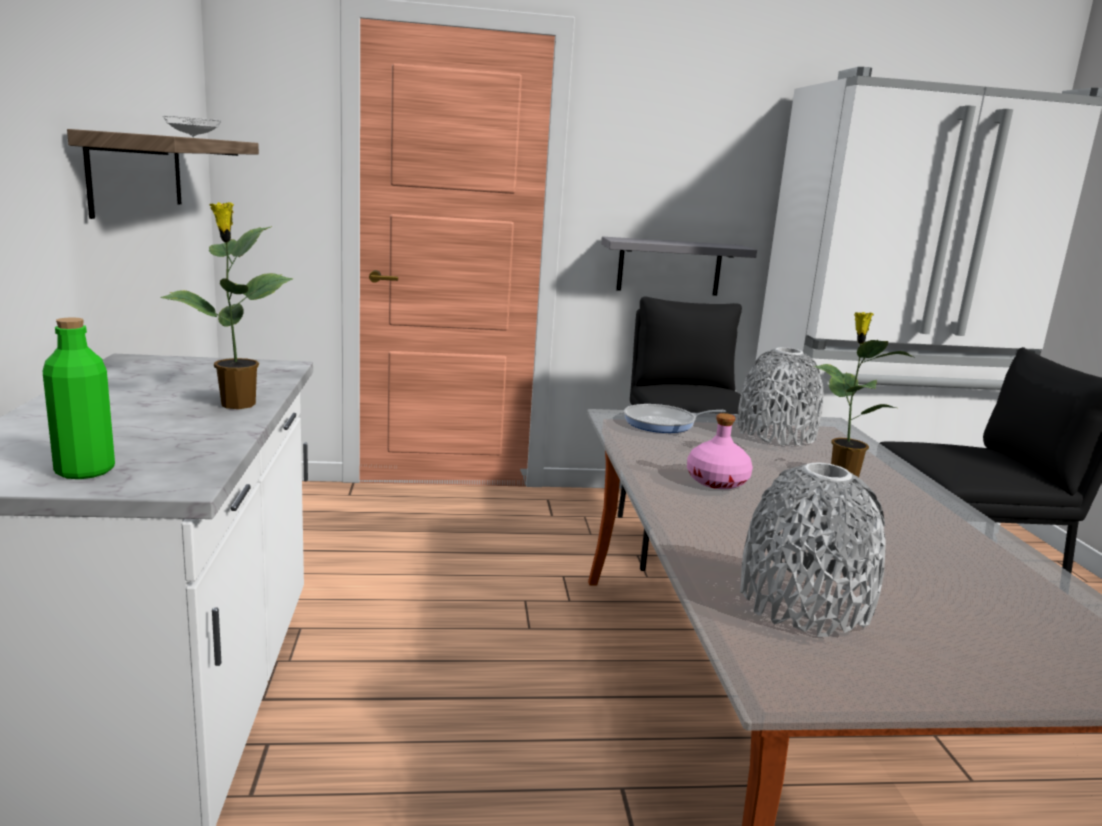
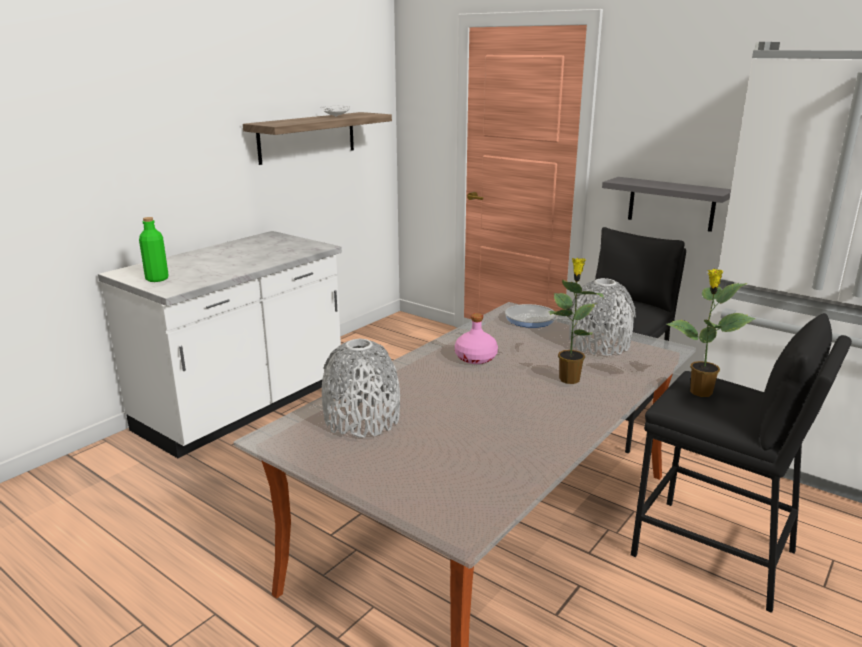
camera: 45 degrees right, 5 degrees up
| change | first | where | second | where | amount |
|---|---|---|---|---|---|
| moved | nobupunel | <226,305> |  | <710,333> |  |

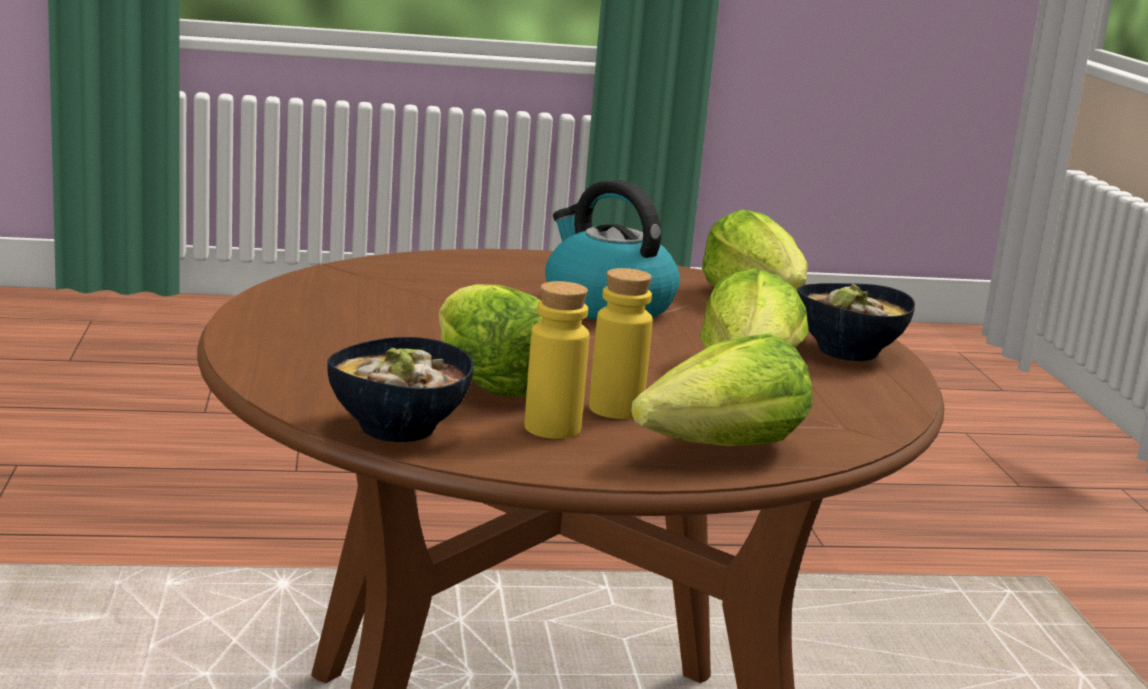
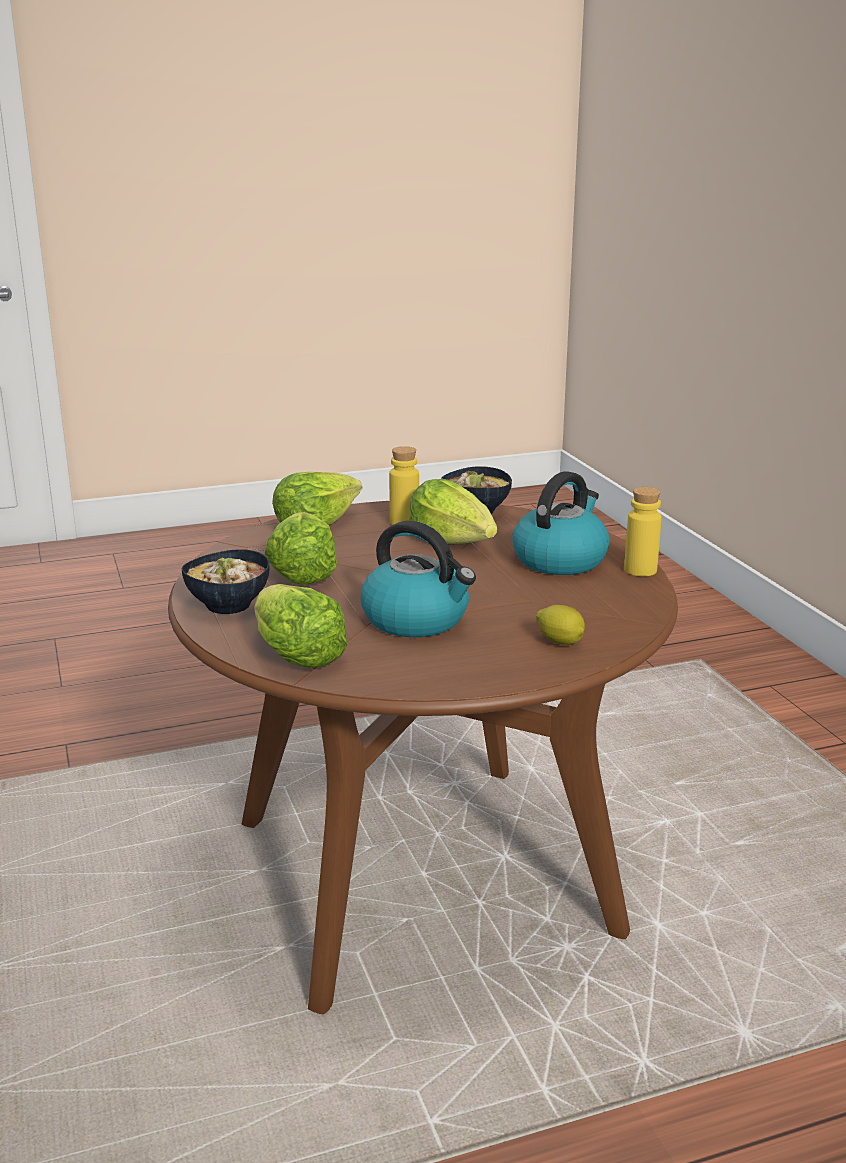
camera: 170 degrees right, 5 degrees up
| change | first | where | second | where | amount |
|---|---|---|---|---|---|
| moved | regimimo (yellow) | <621,343> |  | <643,531> |  |
| added |  |  | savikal | <561,523> |  |
| added |  |  | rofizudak | <560,625> |  |

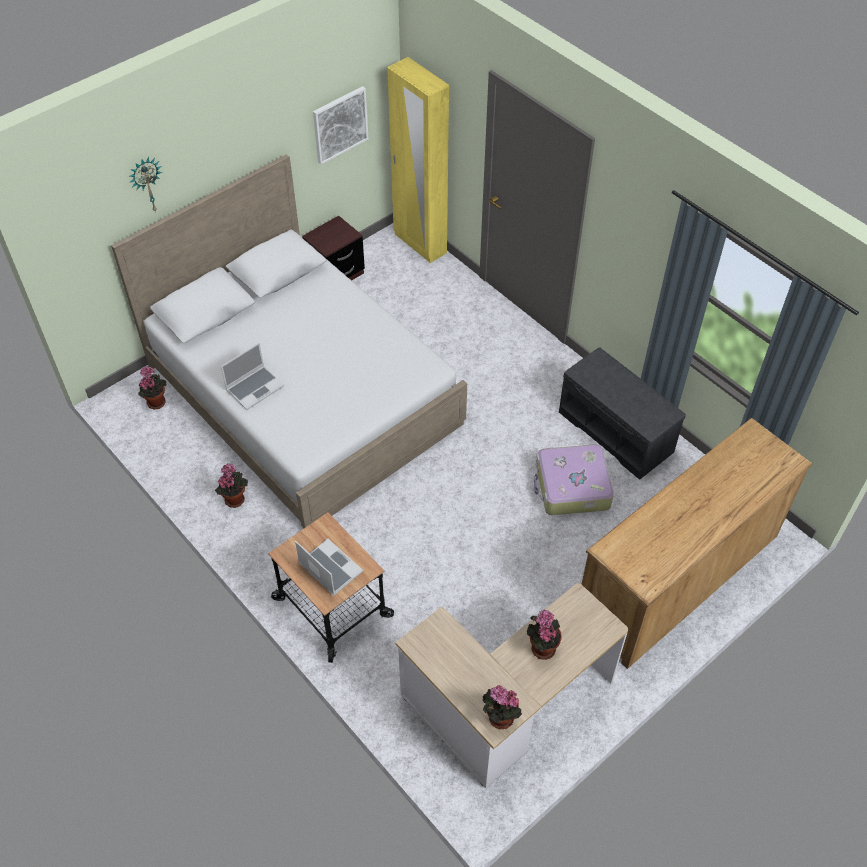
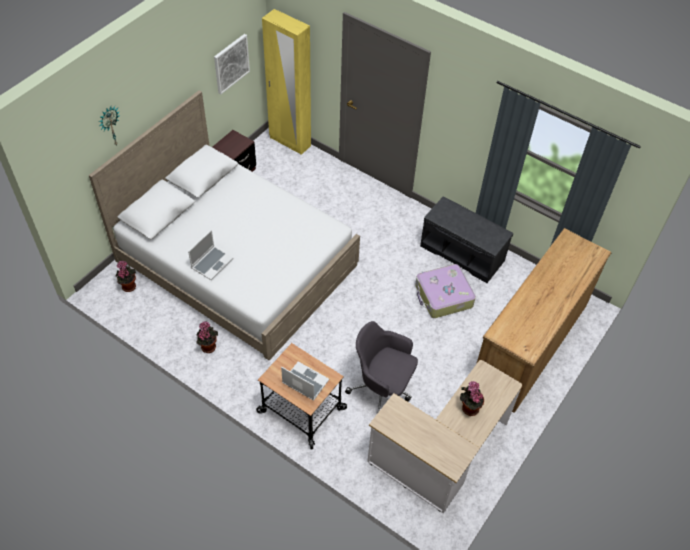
camera: 15 degrees left, 0 degrees up
| change | first | where | second | where | amount |
|---|---|---|---|---|---|
| removed | nobupunel | <502,707> |  |  |  |
| added |  |  | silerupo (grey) | <381,366> |  |

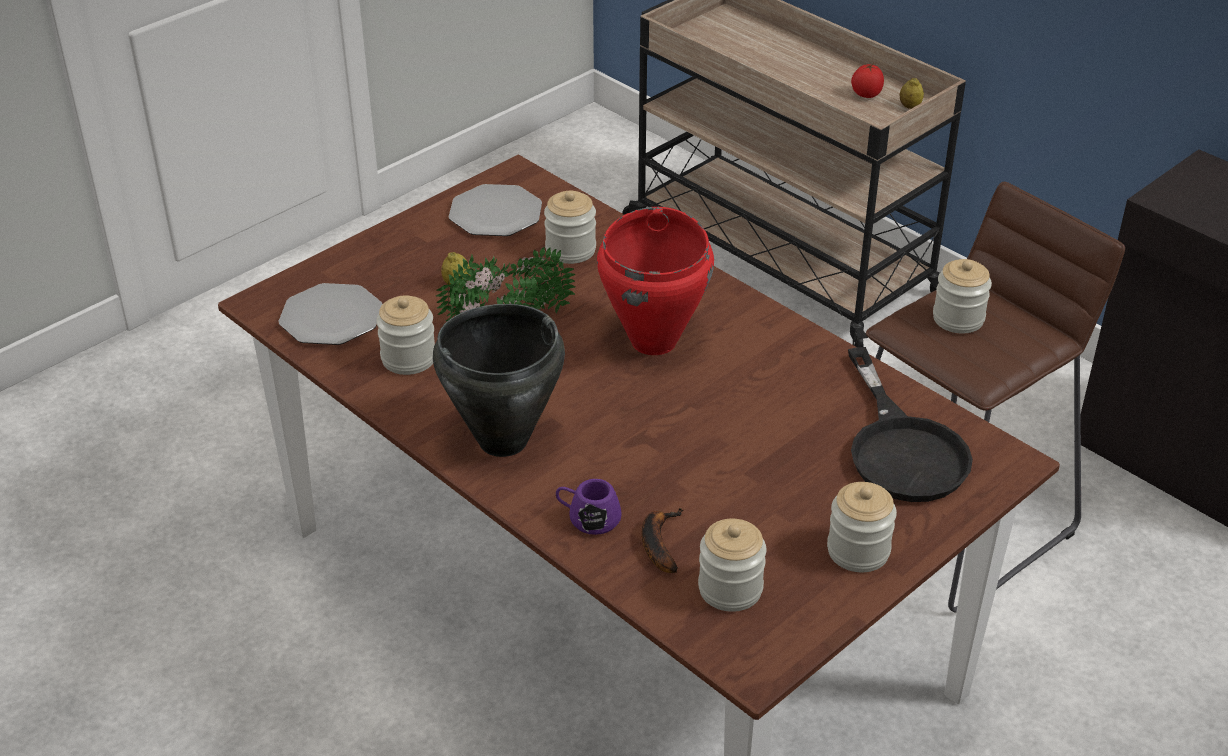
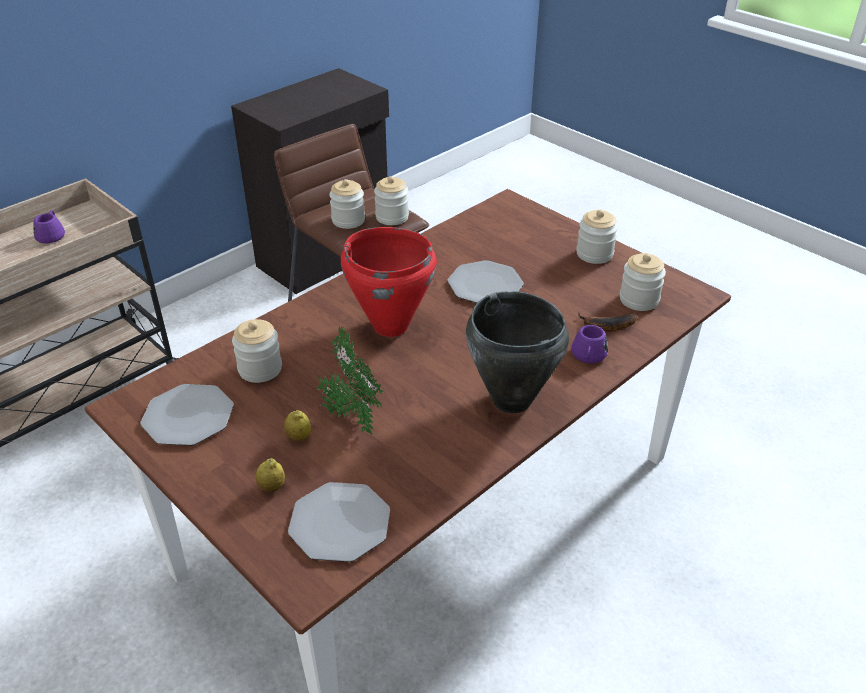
camera: 90 degrees left, 0 degrees up
| change | first | where | second | where | amount |
|---|---|---|---|---|---|
| moved | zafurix | <405,335> |  | <391,200> |  |
| removed | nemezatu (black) | <910,424> |  |  |  |
| replaced | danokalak | <867,81> | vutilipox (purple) | <49,226> |  |
| moved | rofizudak | <912,93> |  | <270,475> |  |
| added |  |  | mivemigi | <486,281> |  |

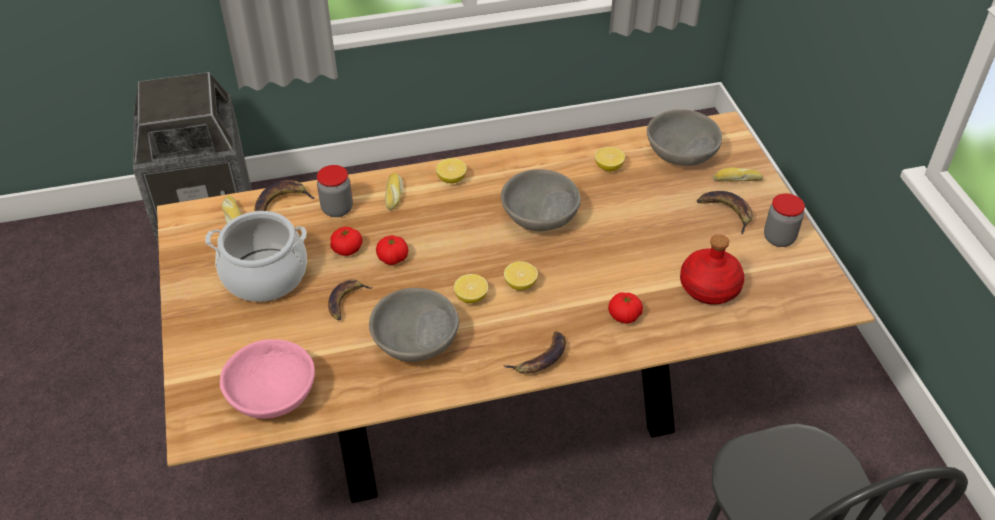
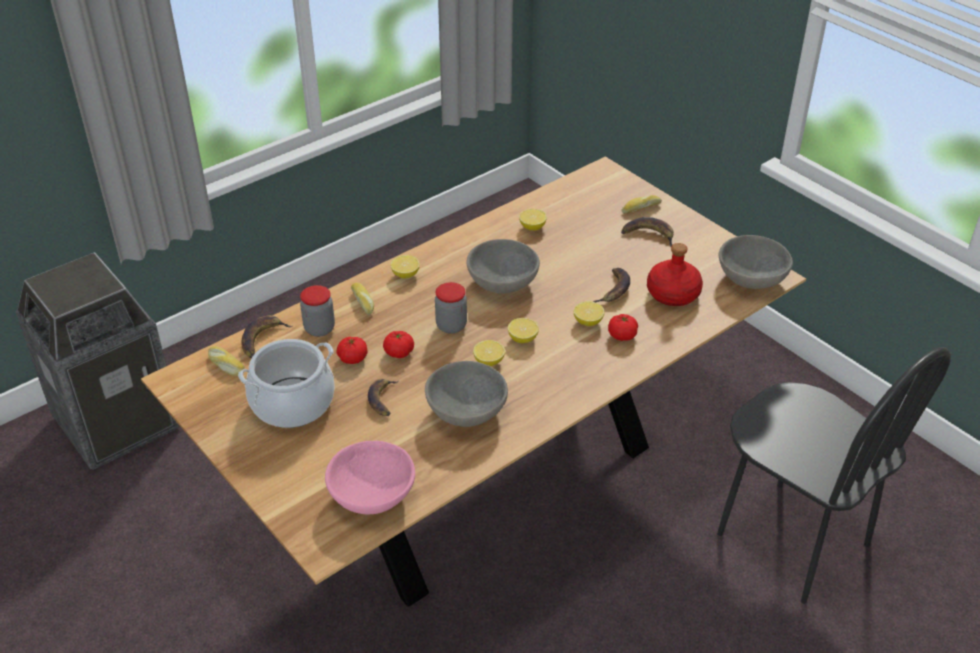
camera: 25 degrees left, 5 degrees down
| change | first | where | second | where | amount |
|---|---|---|---|---|---|
| moved | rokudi | <534,352> |  | <611,285> |  |
| moved | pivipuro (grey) | <684,137> |  | <756,262> |  |
| moved | zafurix | <784,220> |  | <451,308> |  |
| added |  |  | rofizudak | <589,313> |  |

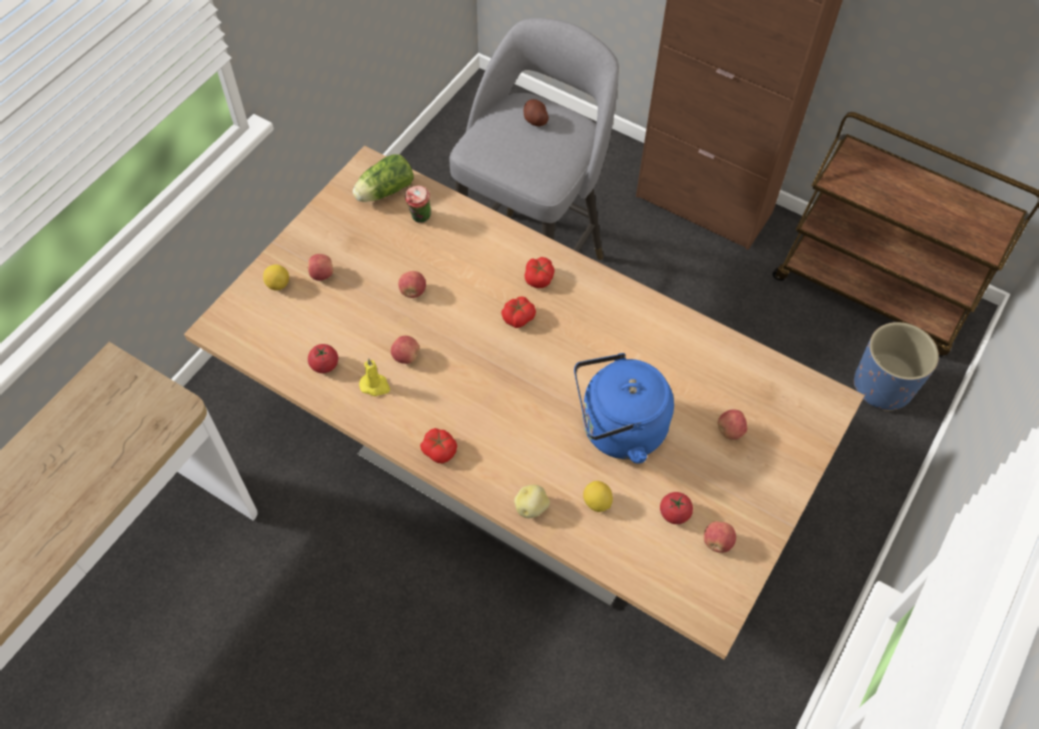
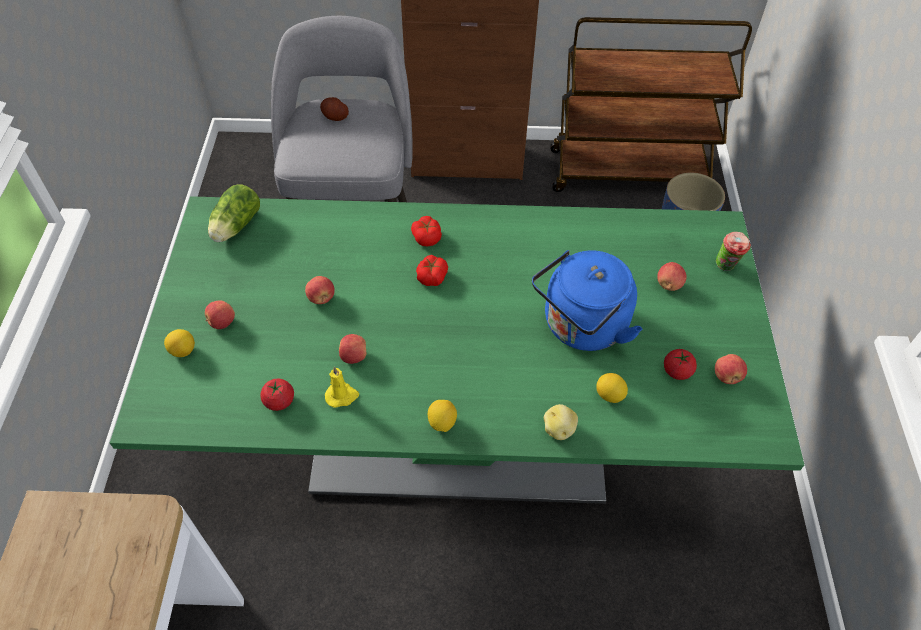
camera: 30 degrees left, 5 degrees down
| change | first | where | second | where | amount |
|---|---|---|---|---|---|
| recoloured | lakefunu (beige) | <524,402> | lakefunu (green) | <457,350> |  |
| moved | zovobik | <418,204> |  | <733,251> |  |
| replaced | danokalak | <438,445> | rofizudak | <442,416> |  |

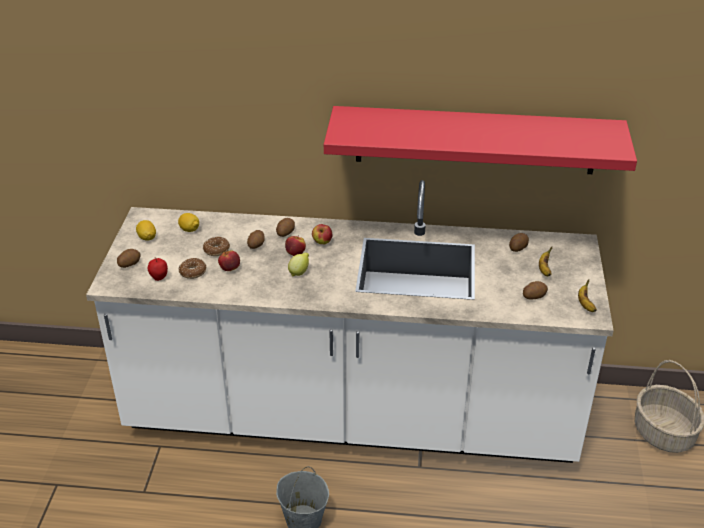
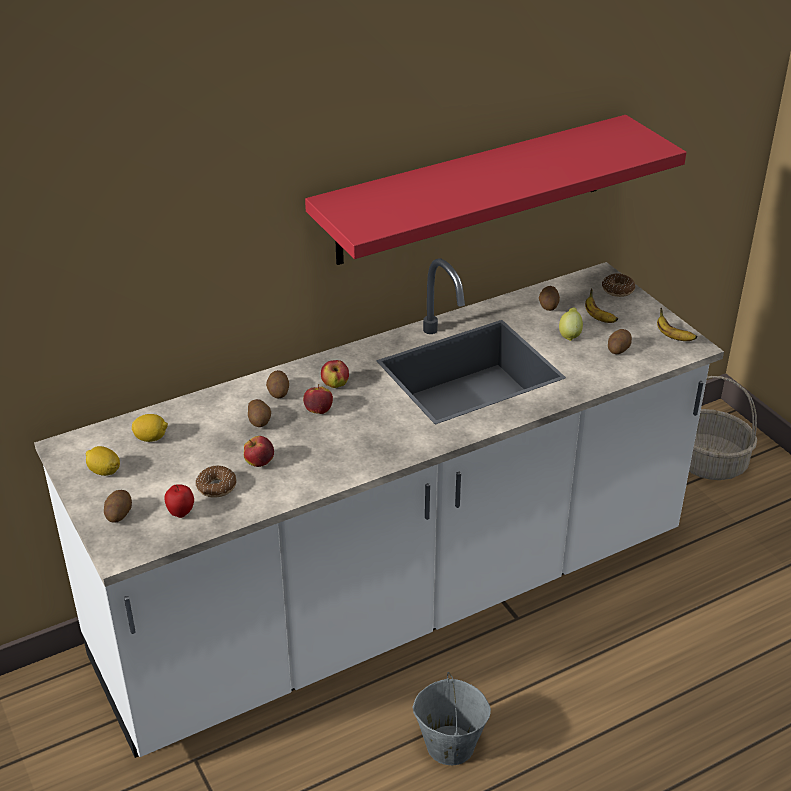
camera: 35 degrees left, 0 degrees up
| change | first | where | second | where | amount |
|---|---|---|---|---|---|
| moved | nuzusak | <216,246> |  | <618,285> |  |
| moved | rofizudak | <298,265> |  | <571,324> |  |

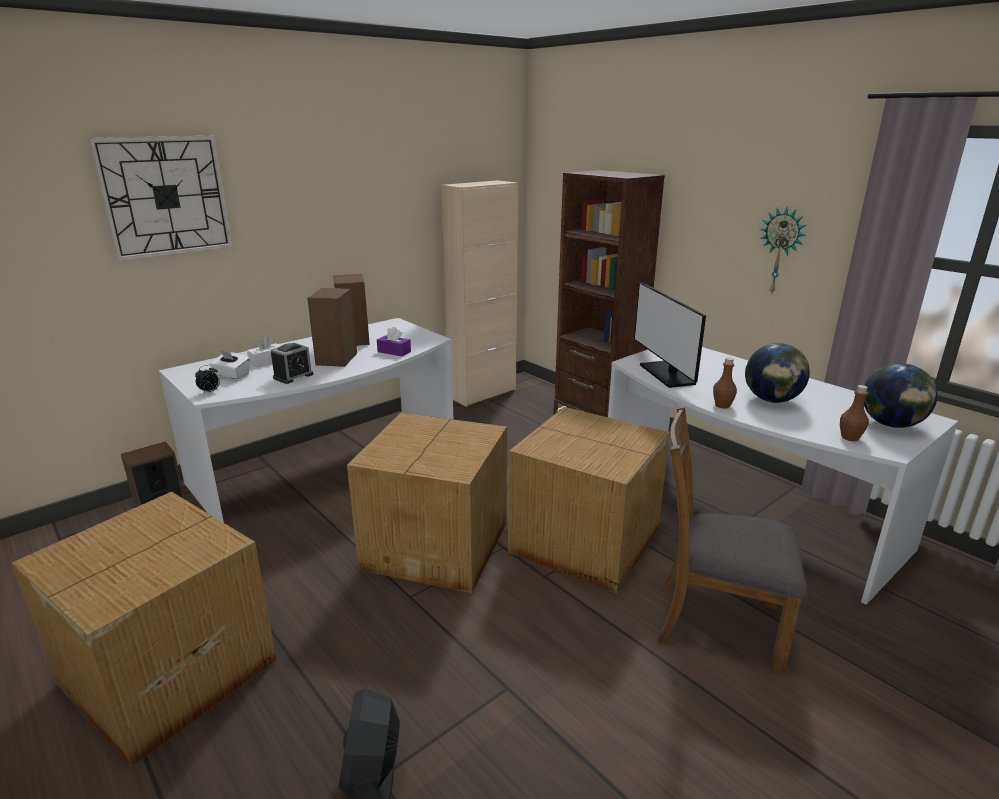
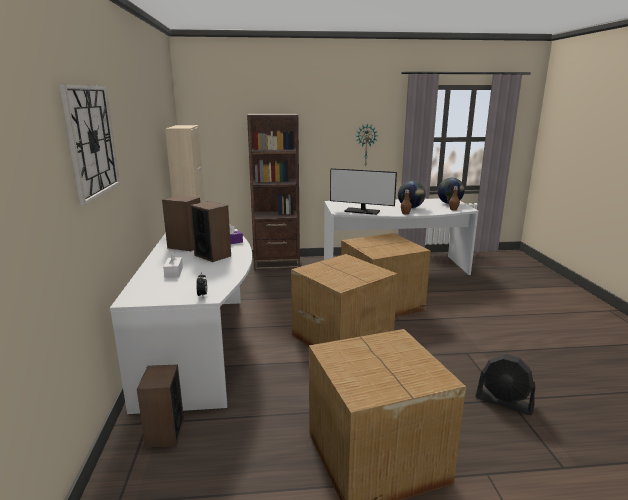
camera: 55 degrees left, 5 degrees down
| change | first | where | second | where | amount |
|---|---|---|---|---|---|
| removed | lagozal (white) | <230,365> |  |  |  |
| removed | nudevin | <292,363> |  |  |  |
| removed | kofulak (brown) | <732,539> |  |  |  |

